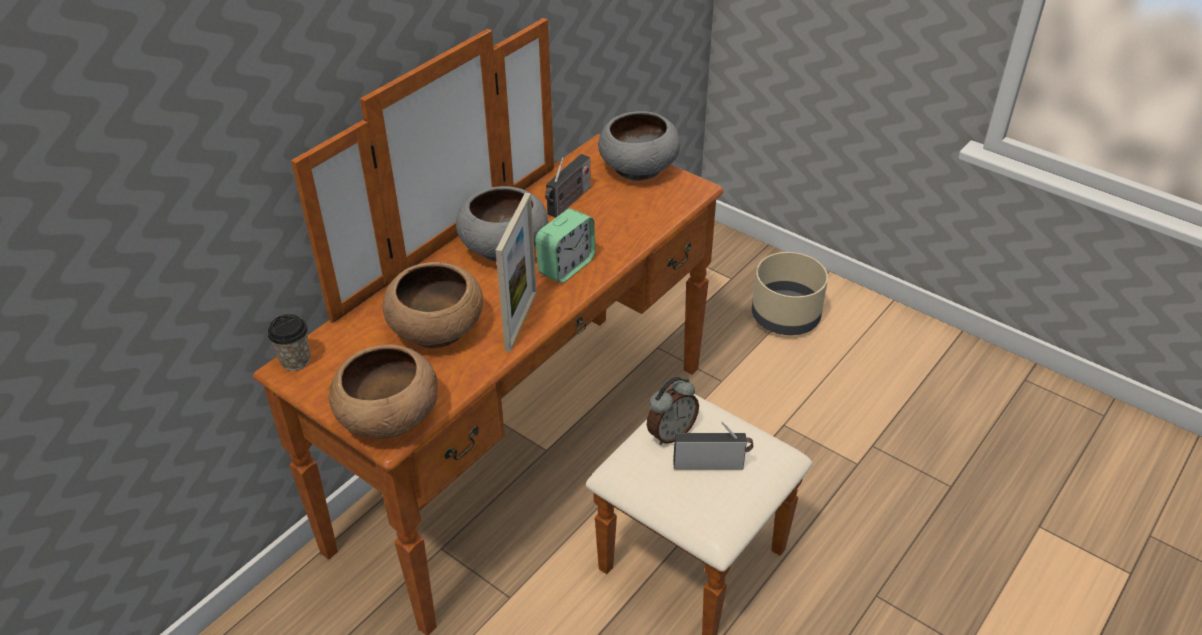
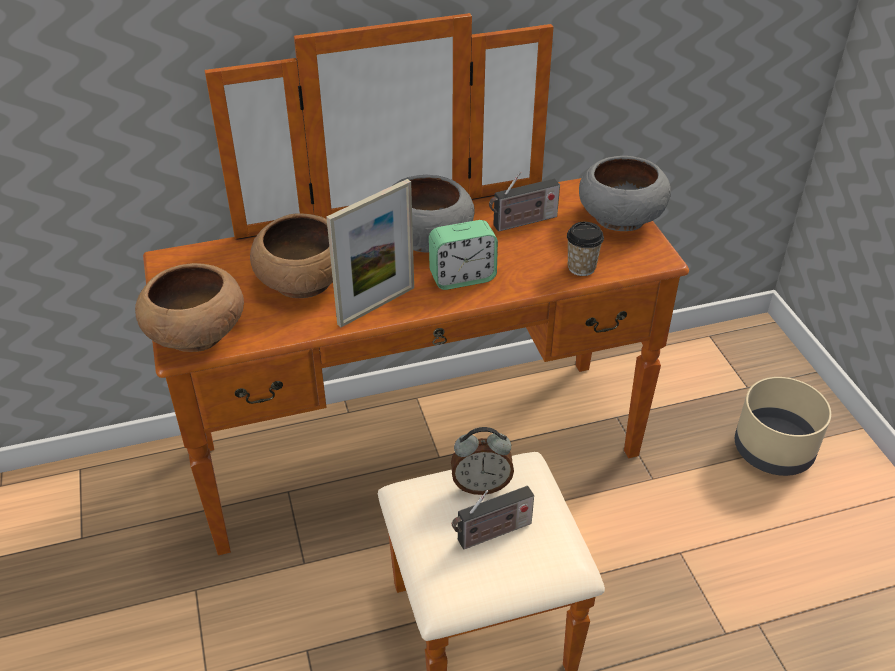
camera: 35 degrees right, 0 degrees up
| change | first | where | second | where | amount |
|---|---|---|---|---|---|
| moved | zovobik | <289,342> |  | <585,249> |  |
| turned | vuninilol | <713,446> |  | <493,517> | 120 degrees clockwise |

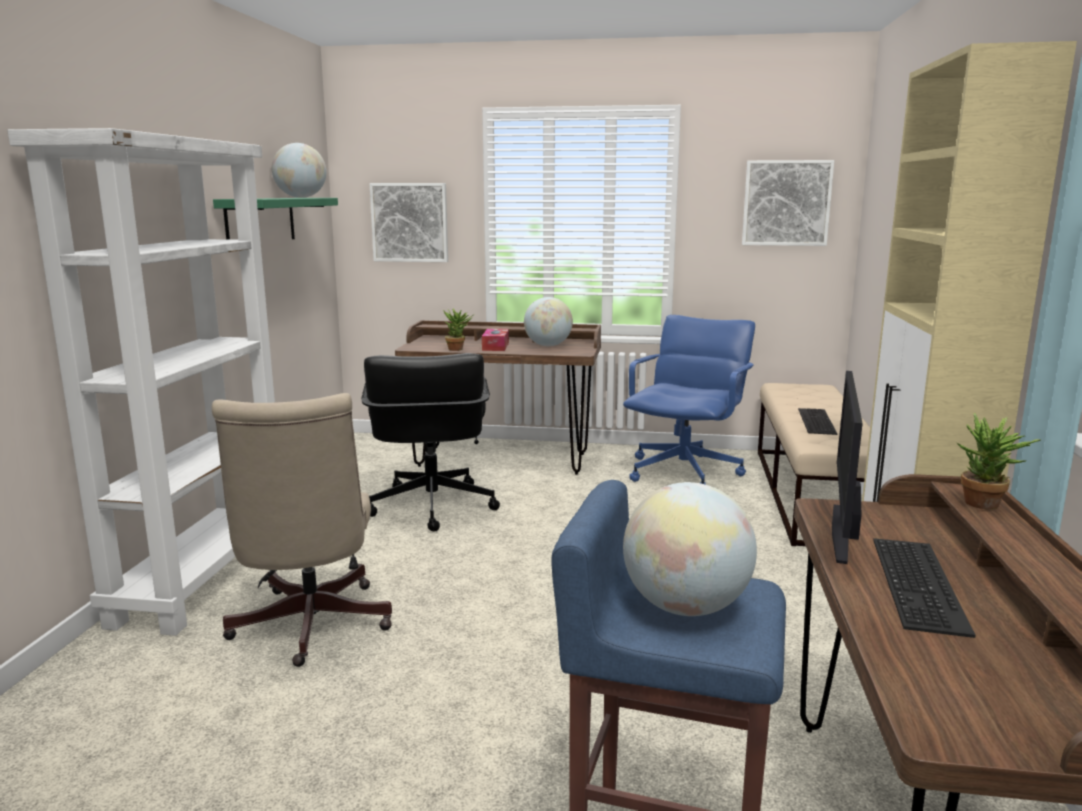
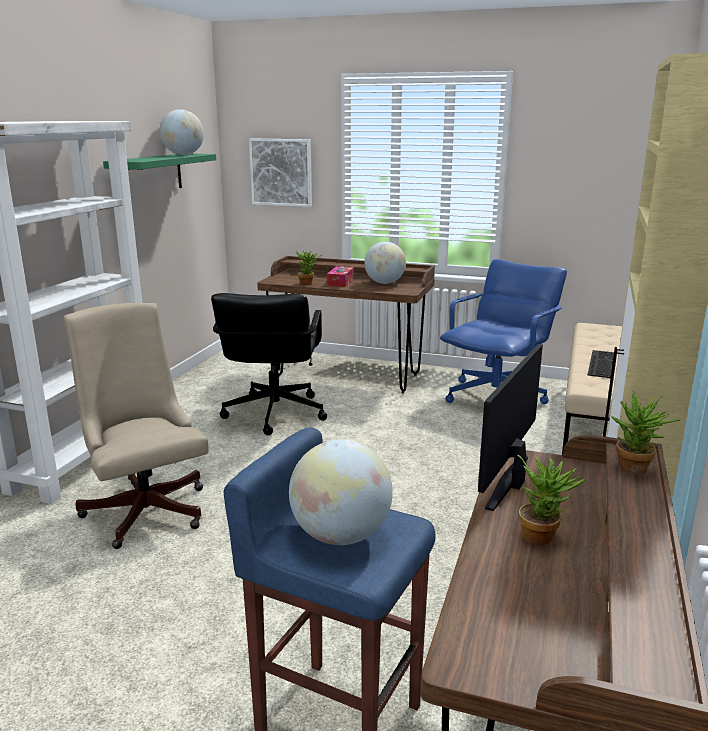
camera: 10 degrees right, 5 degrees up
| change | first | where | second | where | amount |
|---|---|---|---|---|---|
| turned | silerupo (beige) | <302,530> |  | <136,426> | 150 degrees clockwise |
| removed | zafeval | <788,203> |  |  |  |
| replaced | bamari | <924,588> | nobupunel | <551,500> |  |

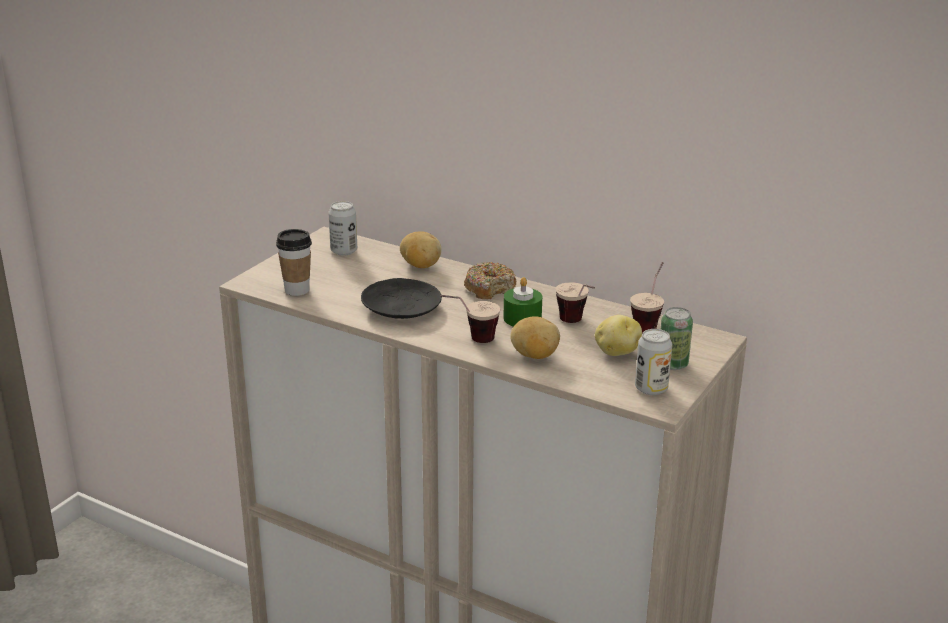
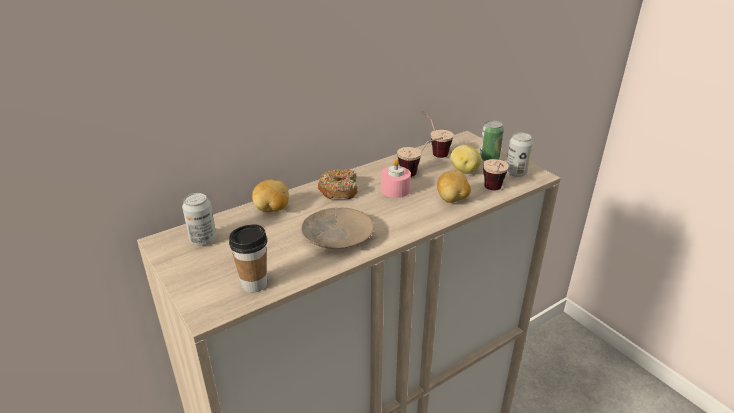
camera: 65 degrees left, 5 degrees up
| change | first | where | second | where | amount |
|---|---|---|---|---|---|
| recoloured | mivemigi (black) | <401,298> | mivemigi (beige) | <337,228> |  |
| moved | zovobik | <470,319> |  | <496,174> |  |
| recoloured | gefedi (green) | <522,302> | gefedi (pink) | <396,178> |  |

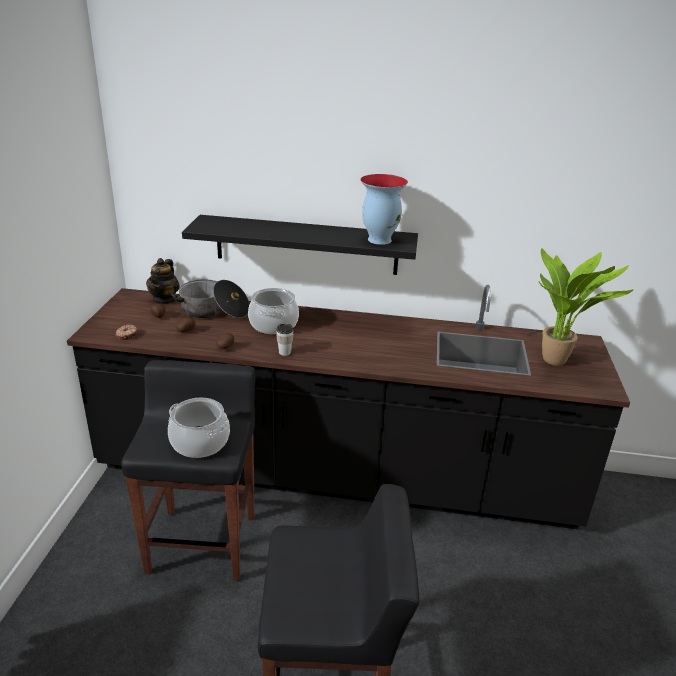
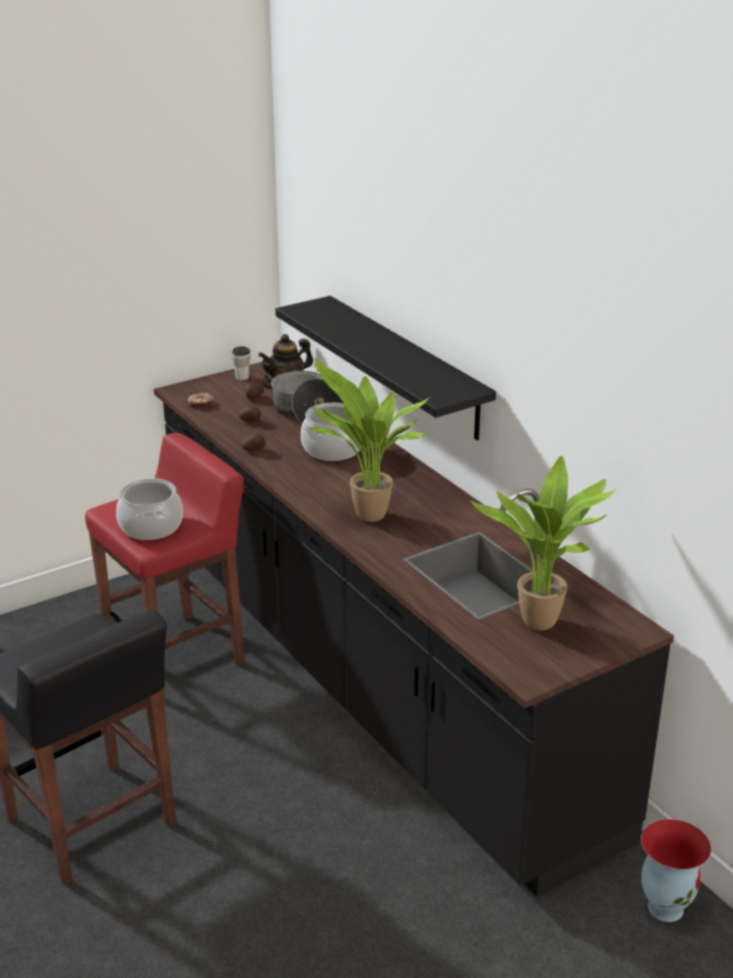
camera: 50 degrees right, 0 degrees up
| change | first | where | second | where | amount |
|---|---|---|---|---|---|
| recoloured | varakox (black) | <188,470> | varakox (red) | <165,565> |  |
| moved | zovobik | <285,340> |  | <241,363> |  |
| moved | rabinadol | <384,209> |  | <676,870> |  |
| added |  |  | nobupunel | <368,440> |  |

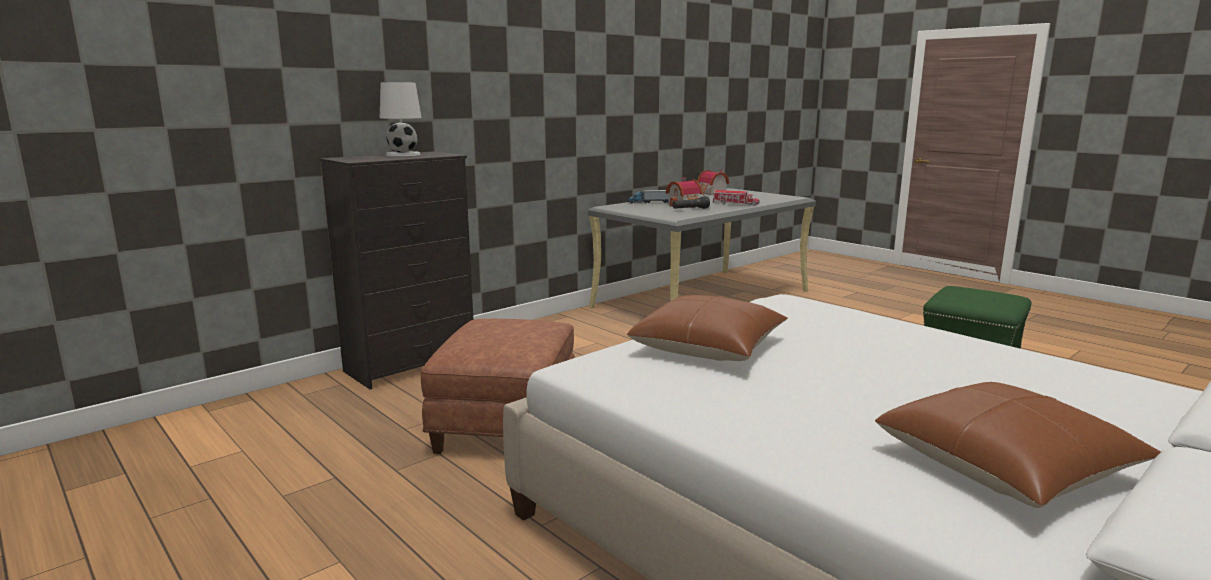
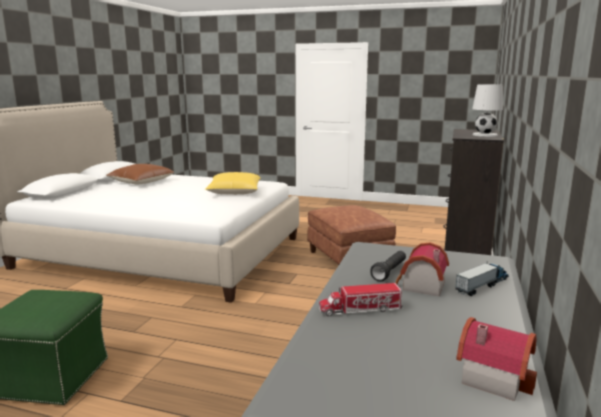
camera: 150 degrees right, 0 degrees up
| change | first | where | second | where | amount |
|---|---|---|---|---|---|
| recoloured | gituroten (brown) | <707,328> | gituroten (yellow) | <232,183> |  |

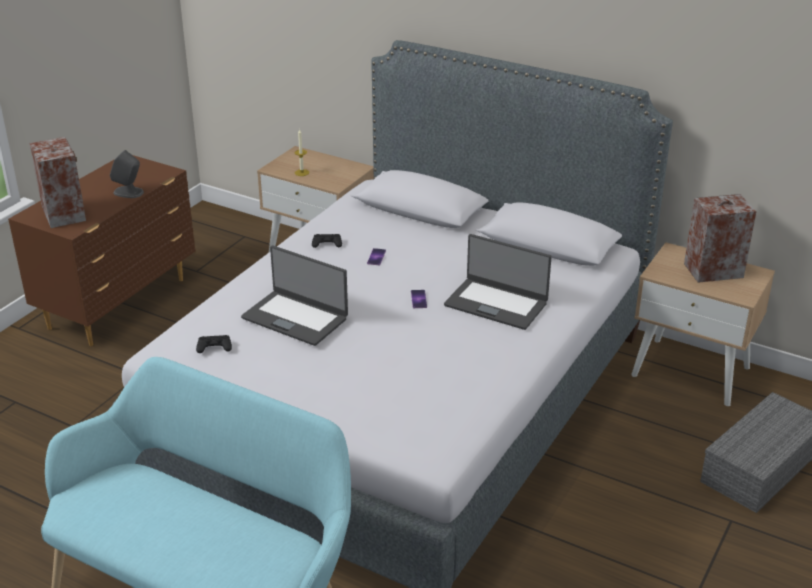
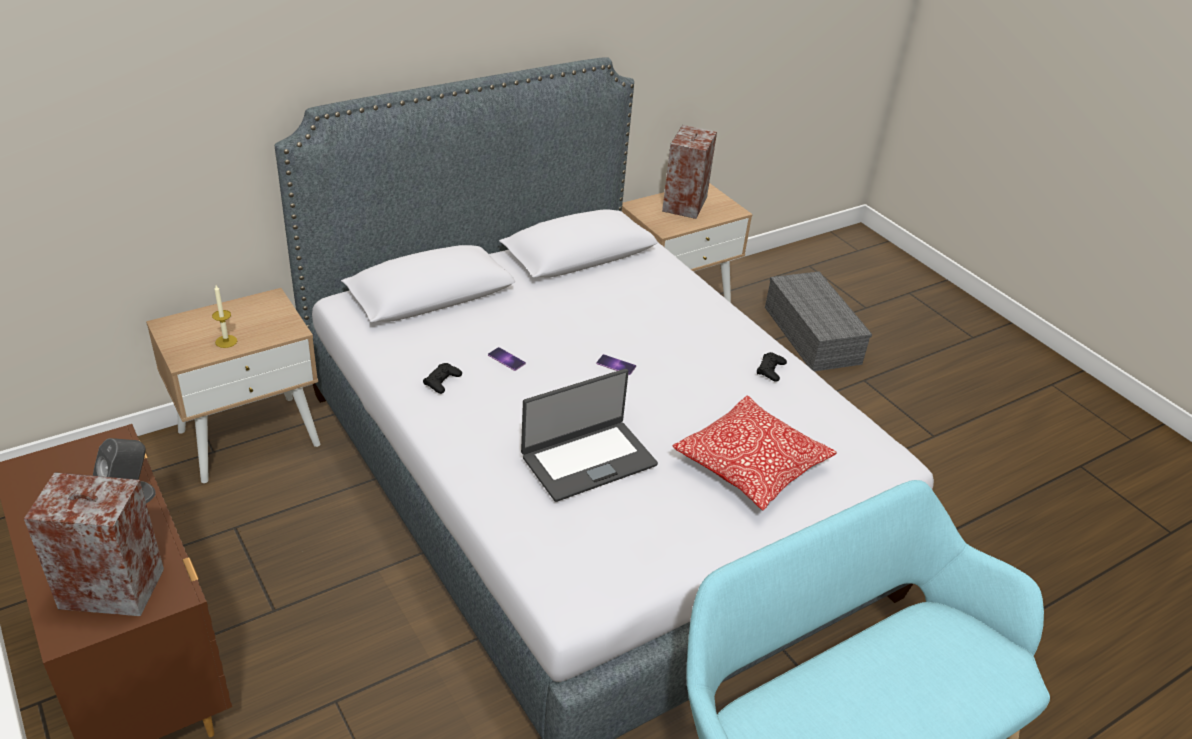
camera: 65 degrees left, 5 degrees up
| change | first | where | second | where | amount |
|---|---|---|---|---|---|
| moved | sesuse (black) | <214,344> |  | <772,367> |  |
| removed | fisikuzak | <498,282> |  |  |  |
| added |  |  | gituroten | <754,453> |  |

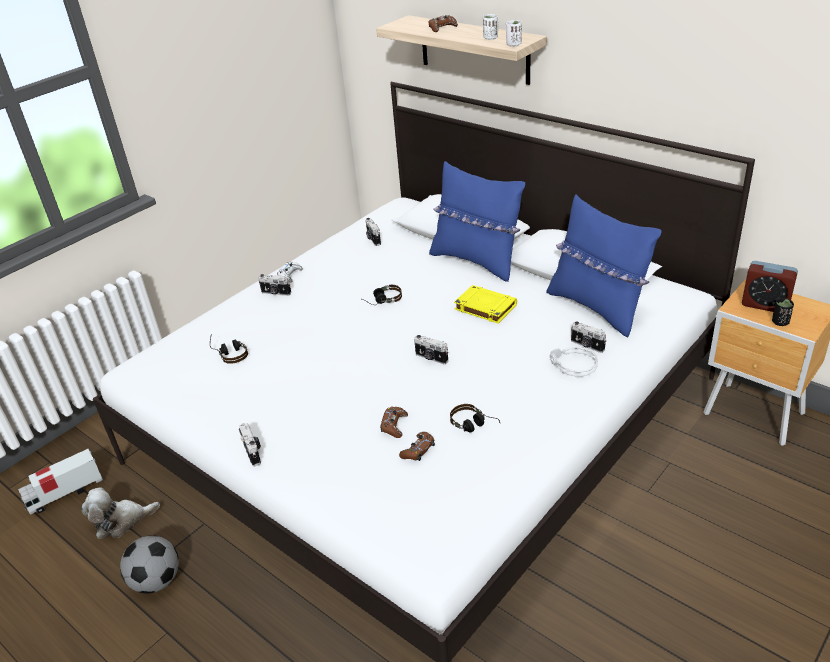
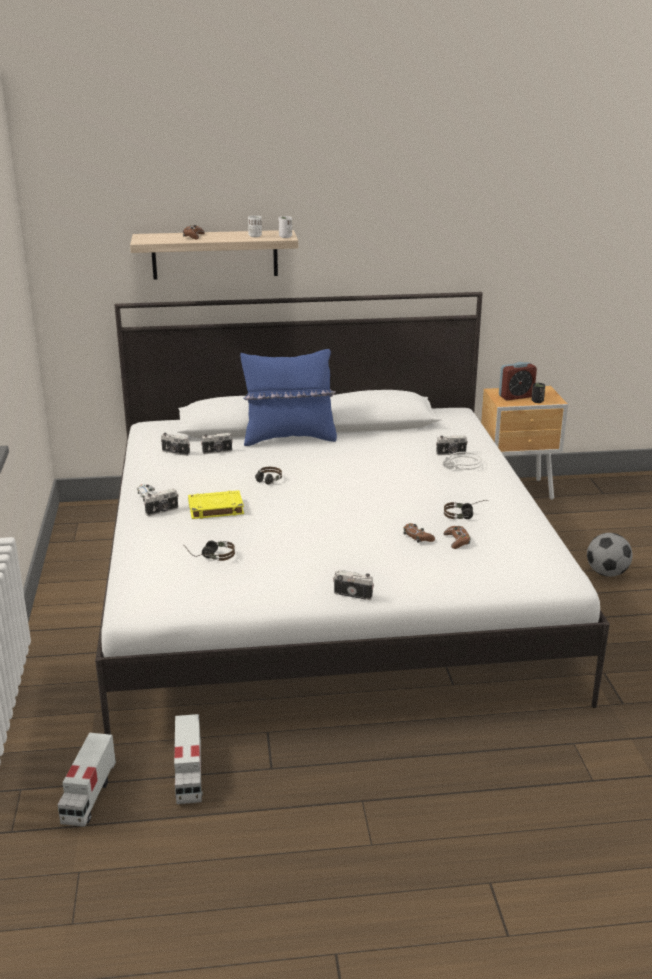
camera: 50 degrees left, 10 degrees down
| change | first | where | second | where | amount |
|---|---|---|---|---|---|
| replaced | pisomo | <120,513> | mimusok | <188,759> |  |
| moved | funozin | <149,564> |  | <610,555> |  |
| moved | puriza | <431,349> |  | <217,443> |  |
| moved | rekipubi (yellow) | <485,304> |  | <216,504> |  |
| removed | gituroten (blue) | <604,265> |  |  |  |

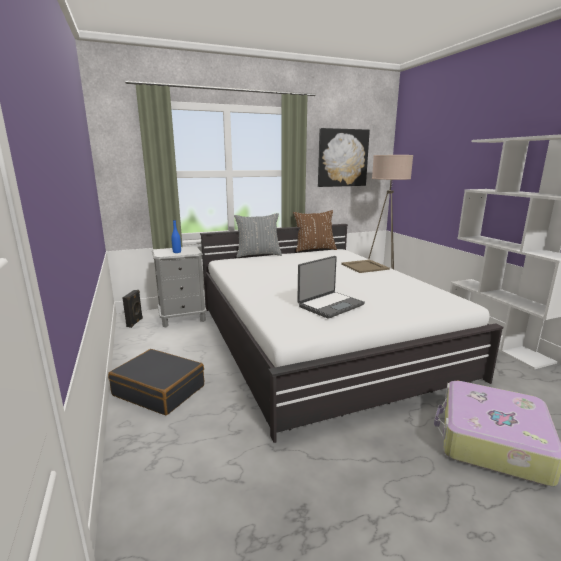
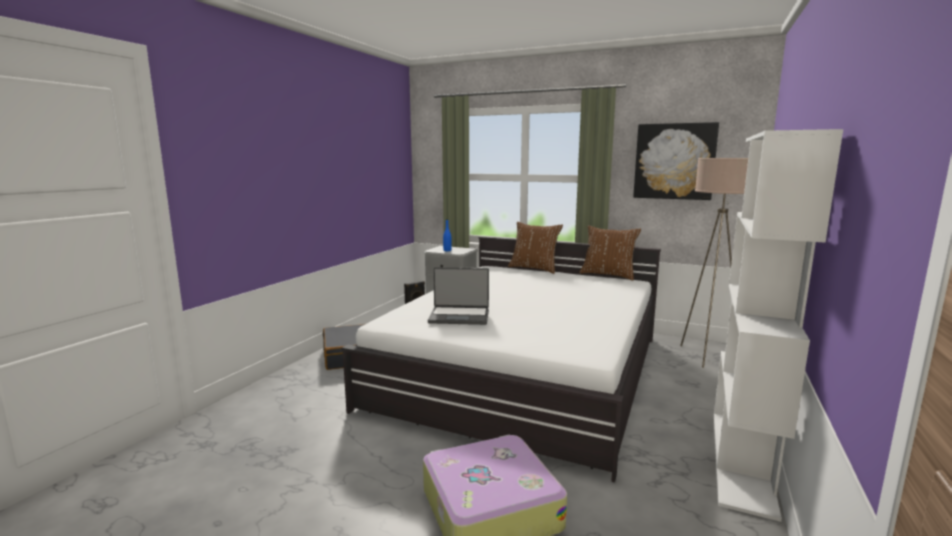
camera: 45 degrees right, 5 degrees down
| change | first | where | second | where | amount |
|---|---|---|---|---|---|
| recoloured | gituroten (grey) | <258,235> | gituroten (brown) | <535,248> |  |
| removed | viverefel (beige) | <365,266> |  |  |  |

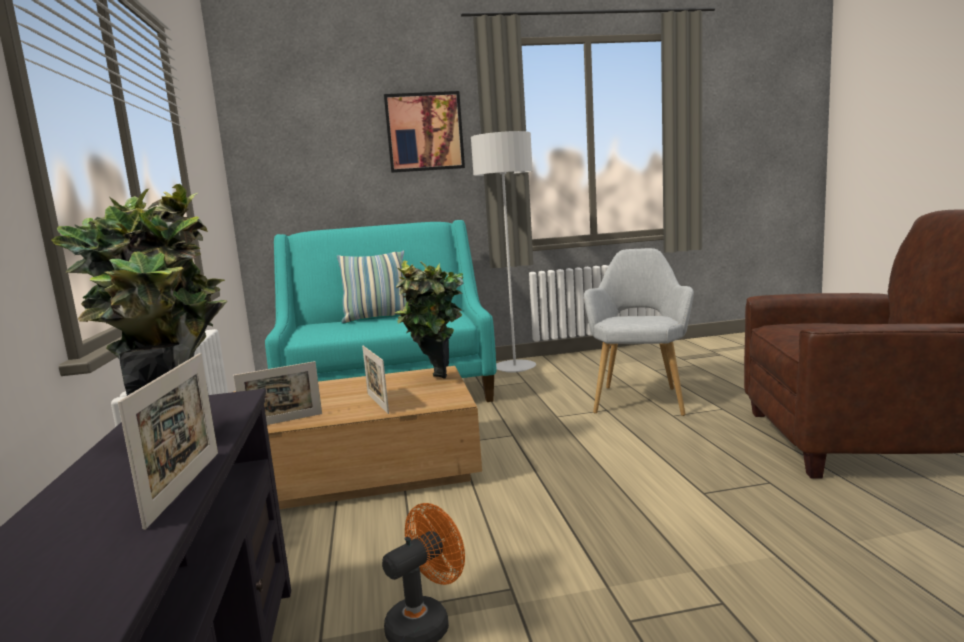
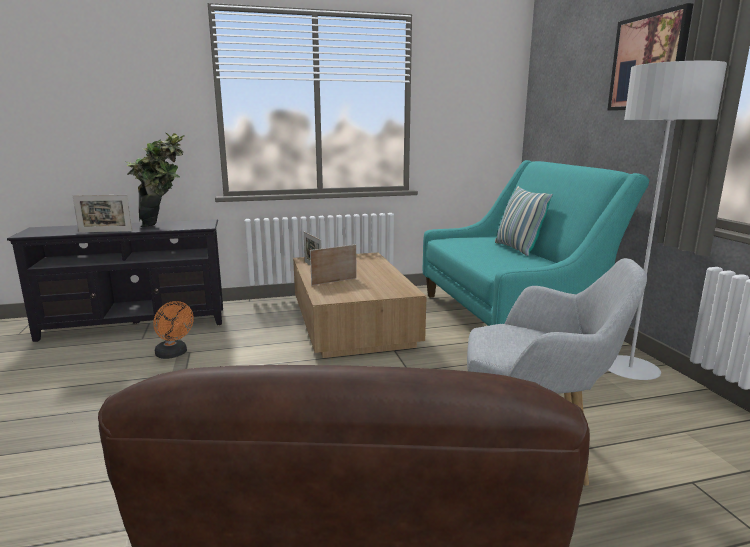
camera: 85 degrees right, 5 degrees up
| change | first | where | second | where | amount |
|---|---|---|---|---|---|
| removed | nobupunel | <429,320> |  |  |  |

